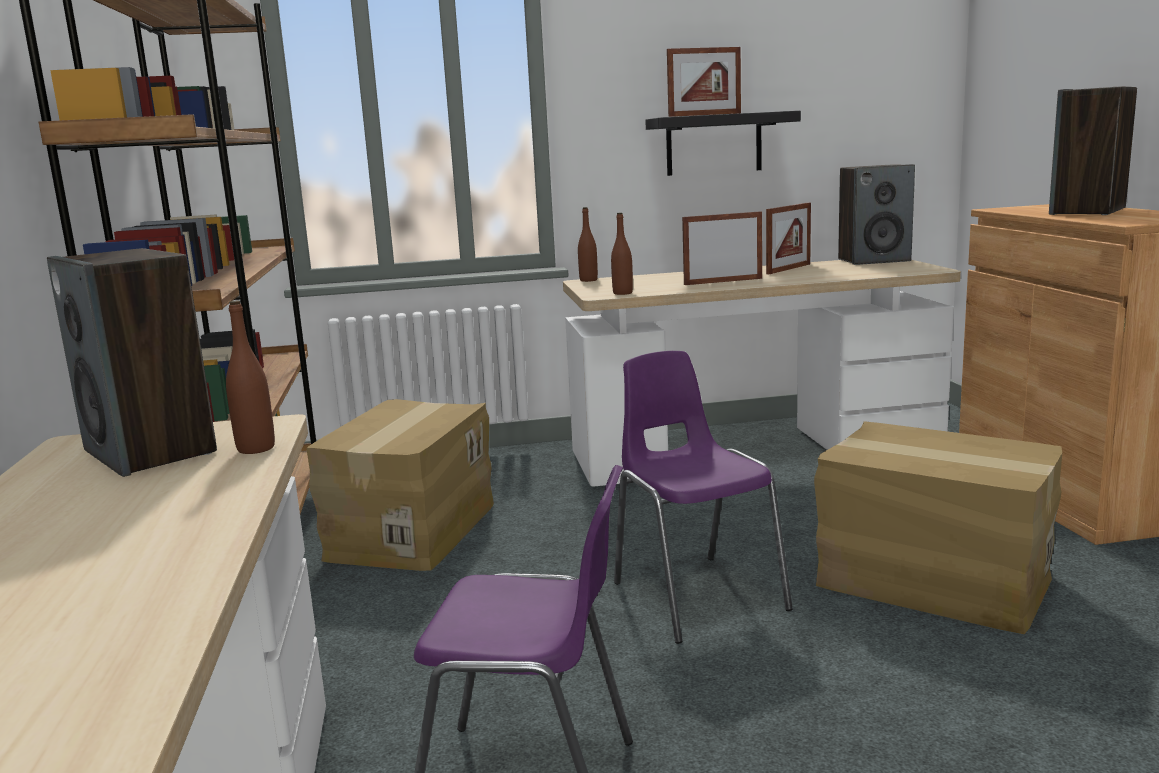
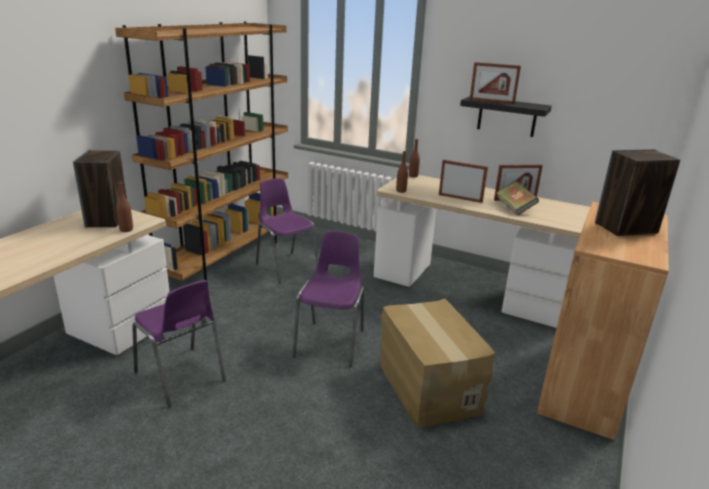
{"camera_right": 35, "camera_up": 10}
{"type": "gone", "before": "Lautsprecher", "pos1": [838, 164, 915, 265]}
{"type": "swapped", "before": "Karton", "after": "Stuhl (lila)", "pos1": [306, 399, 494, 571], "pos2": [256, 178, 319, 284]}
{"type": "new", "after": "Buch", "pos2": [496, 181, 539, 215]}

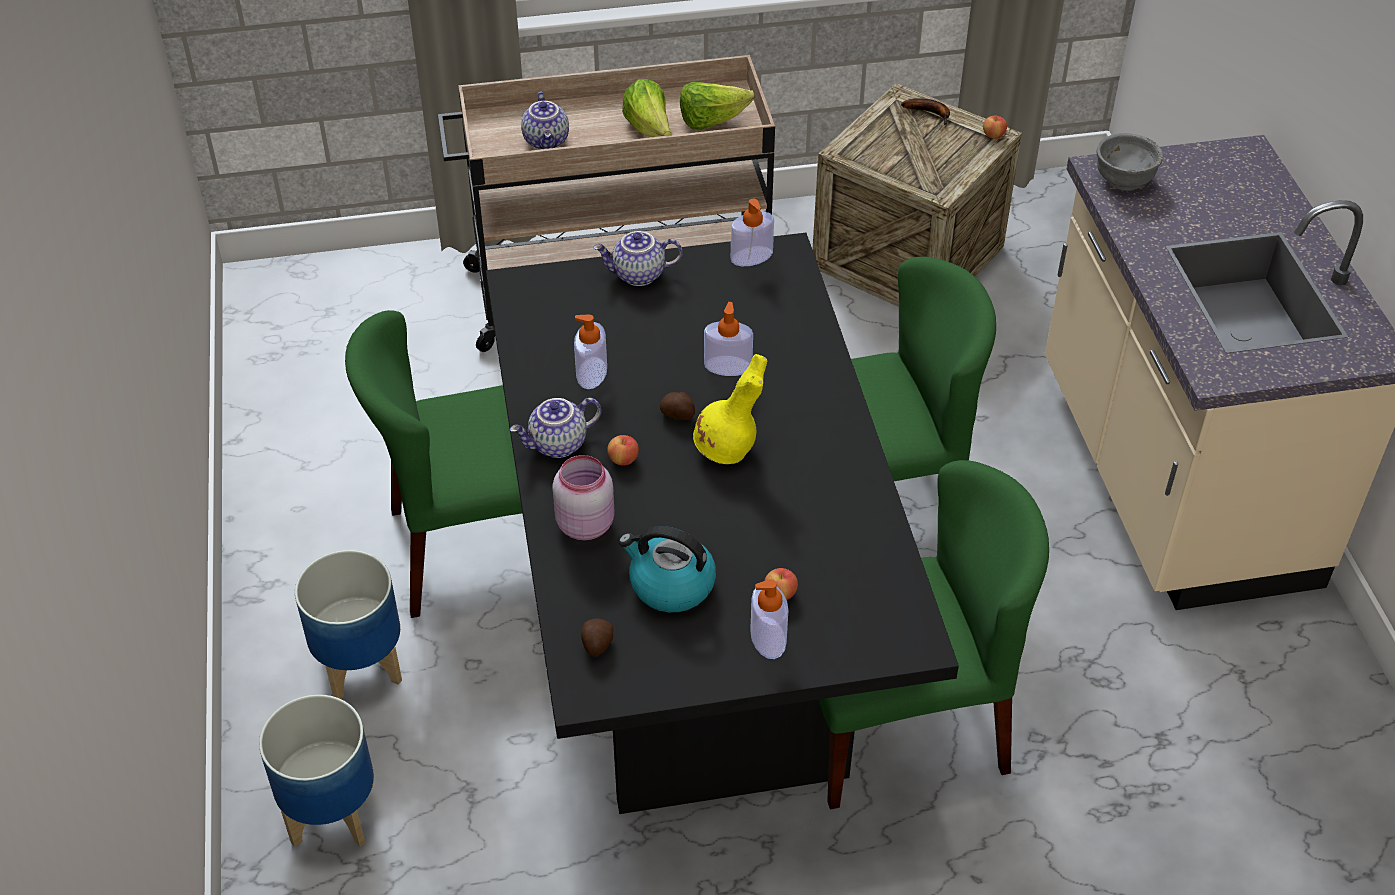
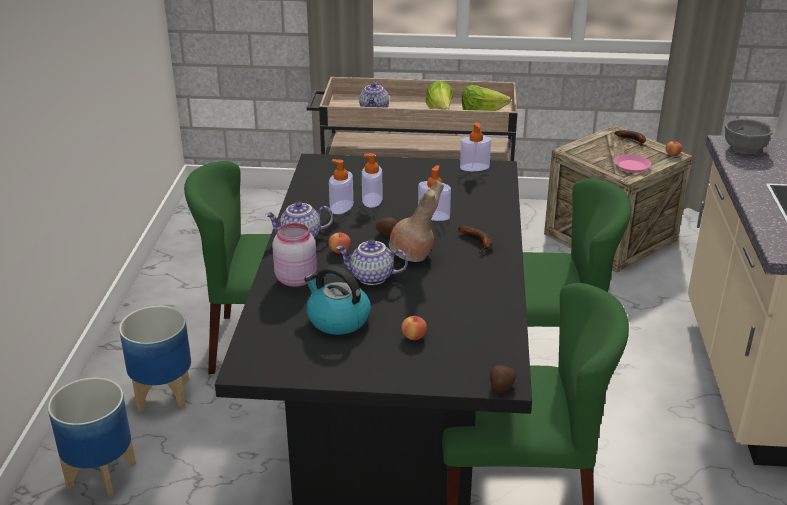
{"camera_right": 15, "camera_up": -15}
{"type": "shifted", "before": "Teekanne", "pos1": [593, 231, 683, 286], "pos2": [336, 240, 408, 285]}
{"type": "repainted", "before": "Vase (gelb)", "after": "Vase (braun)", "pos1": [693, 354, 767, 464], "pos2": [389, 180, 444, 262]}
{"type": "shifted", "before": "Seifenspender", "pos1": [750, 579, 788, 659], "pos2": [362, 153, 382, 208]}
{"type": "shifted", "before": "Kartoffel", "pos1": [581, 618, 613, 657], "pos2": [490, 365, 516, 393]}
{"type": "new", "after": "Teller (rosa)", "pos2": [614, 154, 651, 173]}
{"type": "new", "after": "Banane", "pos2": [458, 226, 493, 254]}

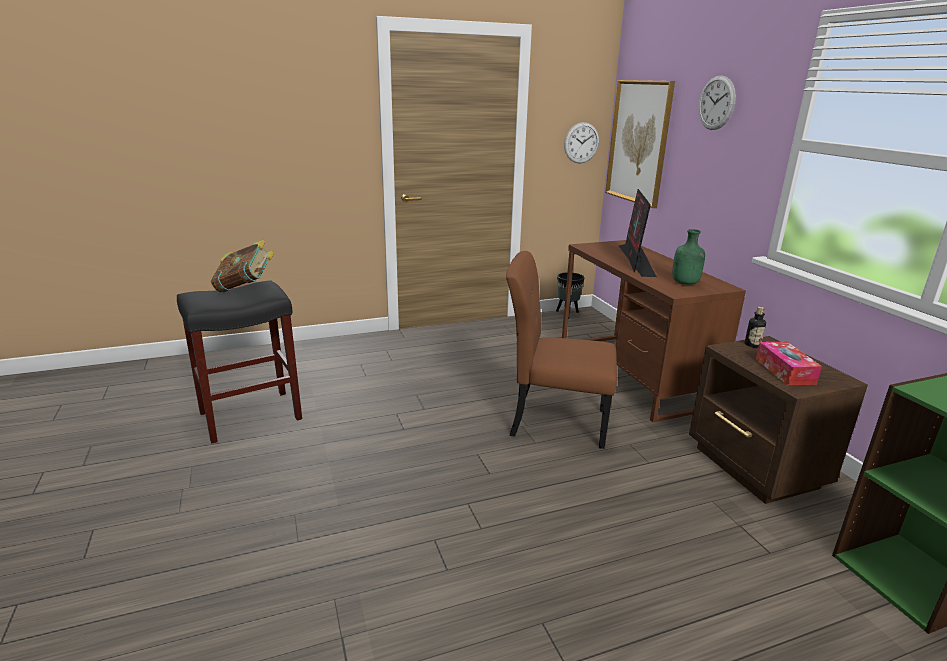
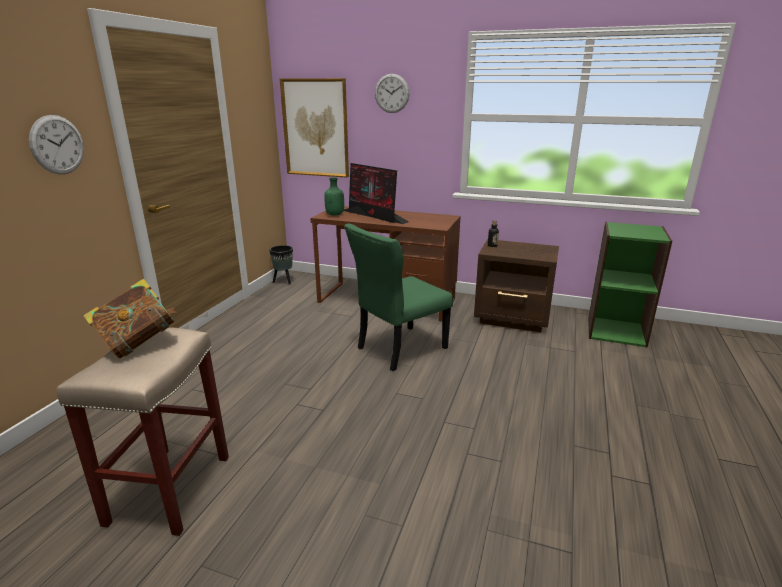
{"camera_right": -50, "camera_up": 0}
{"type": "shifted", "before": "Wanduhr", "pos1": [564, 122, 599, 163], "pos2": [29, 115, 84, 174]}
{"type": "shifted", "before": "Flasche (grün)", "pos1": [672, 229, 705, 285], "pos2": [324, 178, 344, 215]}
{"type": "repainted", "before": "Stuhl (braun)", "after": "Stuhl (grün)", "pos1": [506, 251, 617, 449], "pos2": [344, 223, 453, 371]}
{"type": "repainted", "before": "Hocker (schwarz)", "after": "Hocker (beige)", "pos1": [177, 280, 302, 443], "pos2": [57, 327, 229, 536]}
{"type": "gone", "before": "Taschentuchbox", "pos1": [756, 342, 822, 385]}

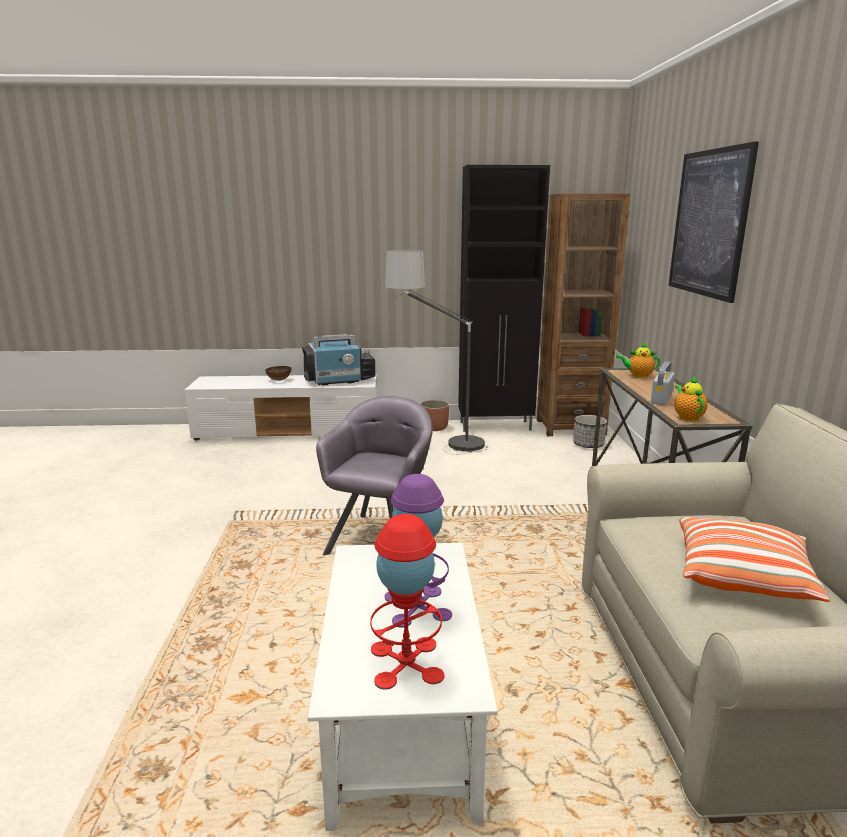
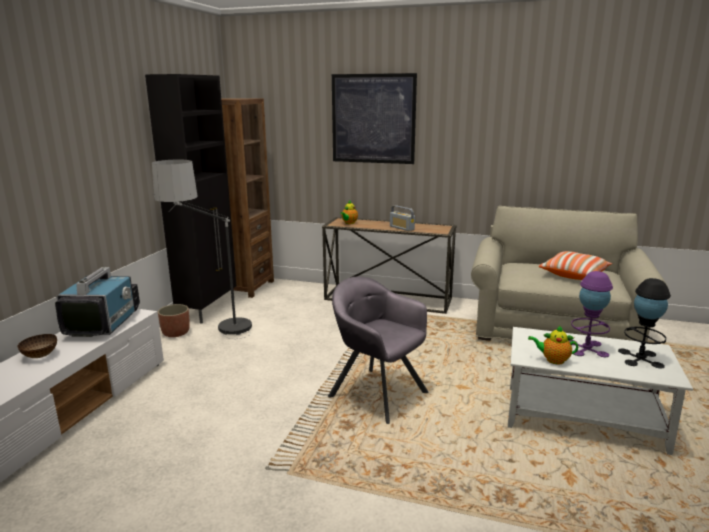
{"camera_right": -70, "camera_up": 0}
{"type": "shifted", "before": "Teekanne", "pos1": [674, 376, 708, 421], "pos2": [528, 325, 578, 364]}
{"type": "gone", "before": "Pflanzkübel", "pos1": [573, 415, 607, 448]}
{"type": "repainted", "before": "Tischlampe (rot)", "after": "Tischlampe (schwarz)", "pos1": [370, 514, 444, 690], "pos2": [618, 278, 671, 369]}

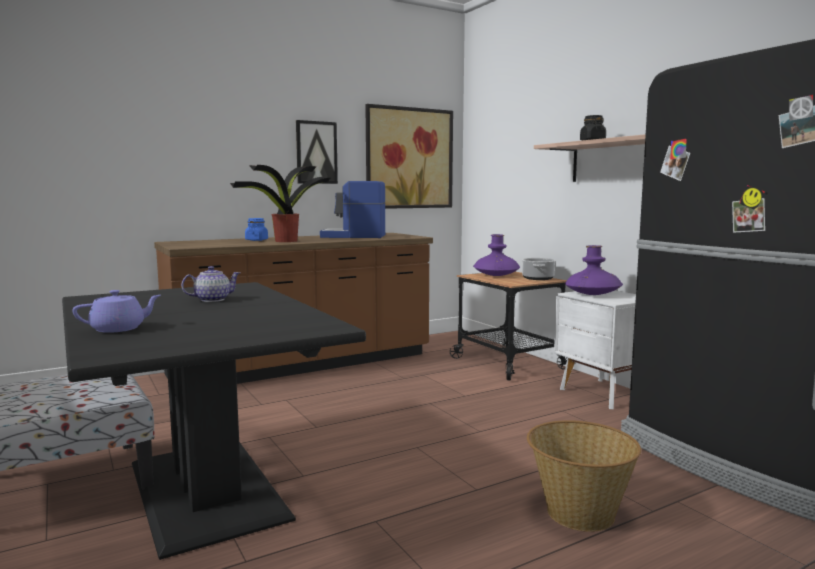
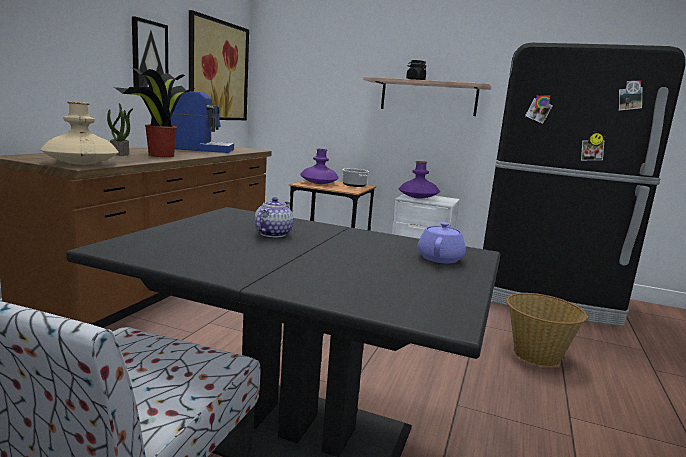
{"camera_right": -40, "camera_up": 5}
{"type": "rotated", "before": "Kaffeemaschine", "pos1": [320, 181, 386, 238], "pos2": [171, 91, 234, 153], "turn": -150}
{"type": "swapped", "before": "Vorratsglas (blau)", "after": "Topfpflanze", "pos1": [245, 218, 268, 241], "pos2": [107, 103, 134, 156]}
{"type": "shifted", "before": "Teekanne (lila)", "pos1": [72, 290, 161, 333], "pos2": [417, 222, 466, 263]}
{"type": "new", "after": "Vase (beige)", "pos2": [40, 101, 119, 165]}

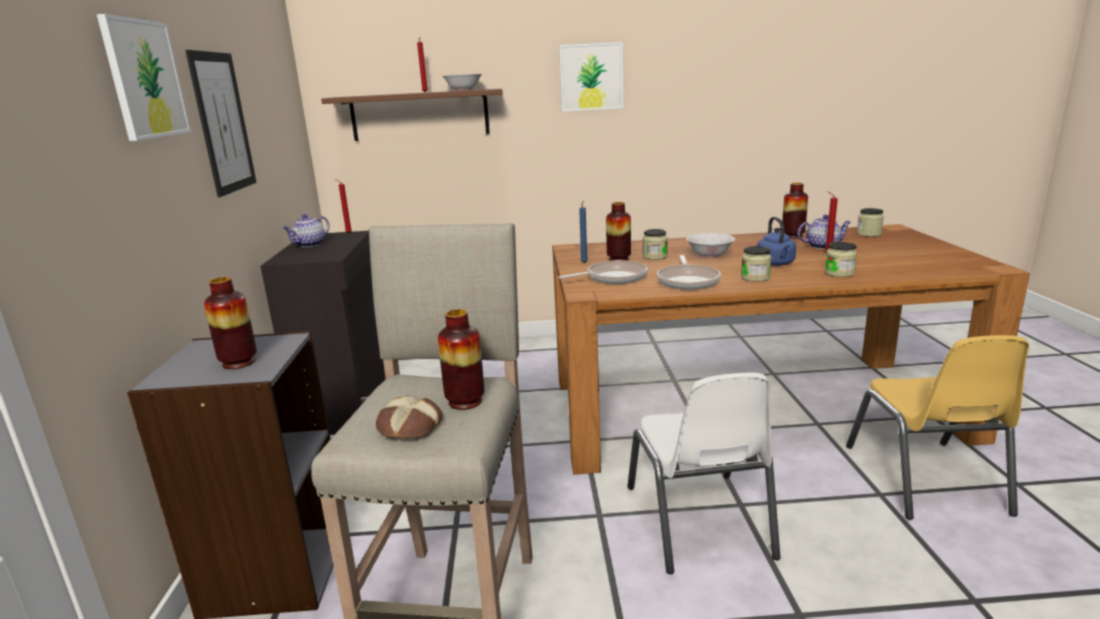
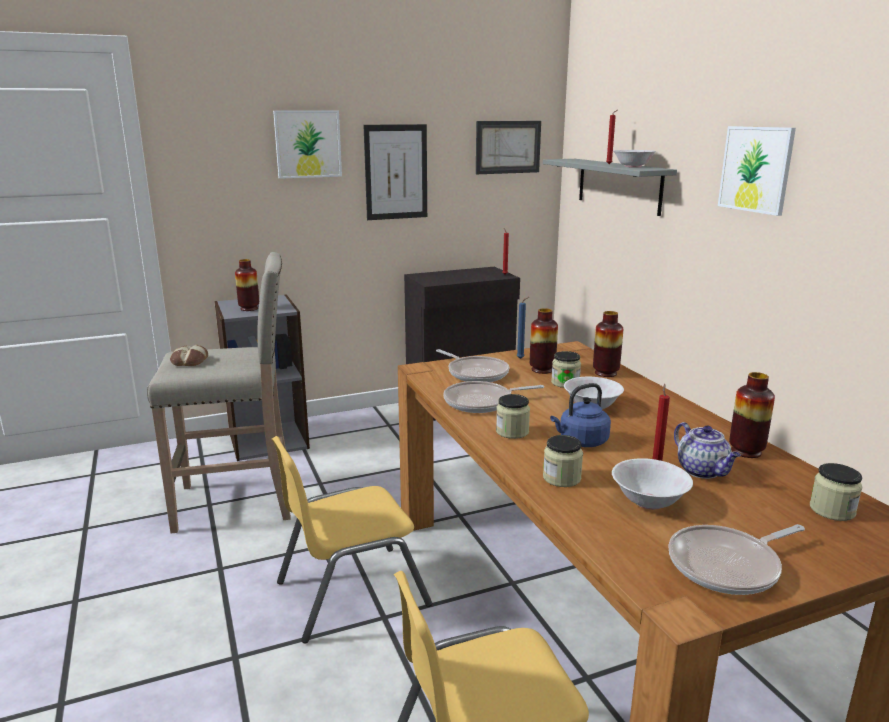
{"camera_right": 70, "camera_up": 0}
{"type": "repainted", "before": "Wandregal (braun)", "after": "Wandregal (grau)", "pos1": [321, 89, 503, 141], "pos2": [543, 159, 677, 216]}
{"type": "gone", "before": "Teekanne", "pos1": [283, 214, 330, 247]}
{"type": "shifted", "before": "Vase", "pos1": [438, 309, 484, 410], "pos2": [593, 311, 623, 377]}
{"type": "repainted", "before": "Stuhl (weiß)", "after": "Stuhl (gelb)", "pos1": [627, 372, 781, 574], "pos2": [272, 436, 432, 644]}
{"type": "new", "after": "Bild", "pos2": [476, 121, 541, 174]}
{"type": "new", "after": "Schüssel (weiß)", "pos2": [612, 458, 693, 510]}
{"type": "new", "after": "Pfanne", "pos2": [668, 524, 805, 595]}

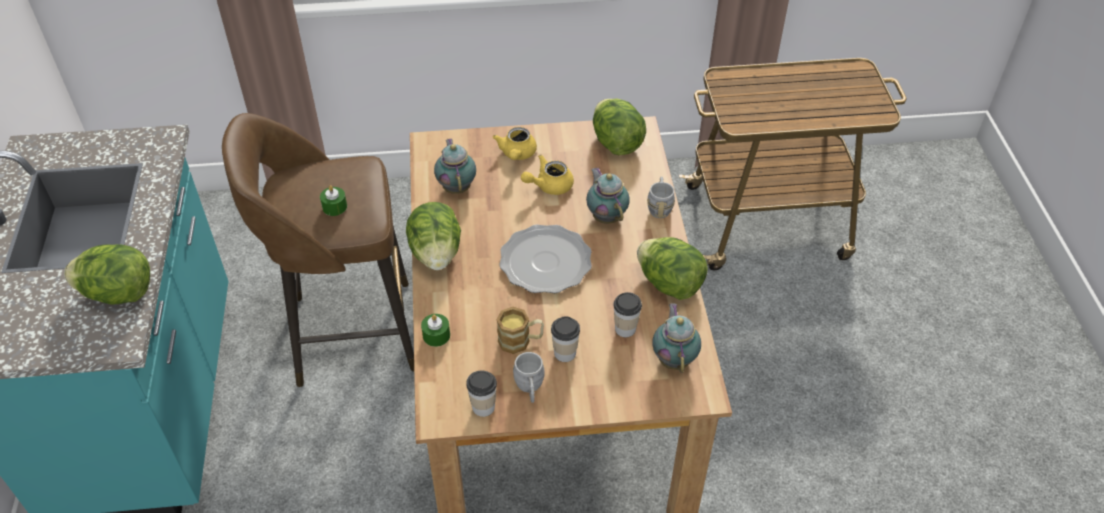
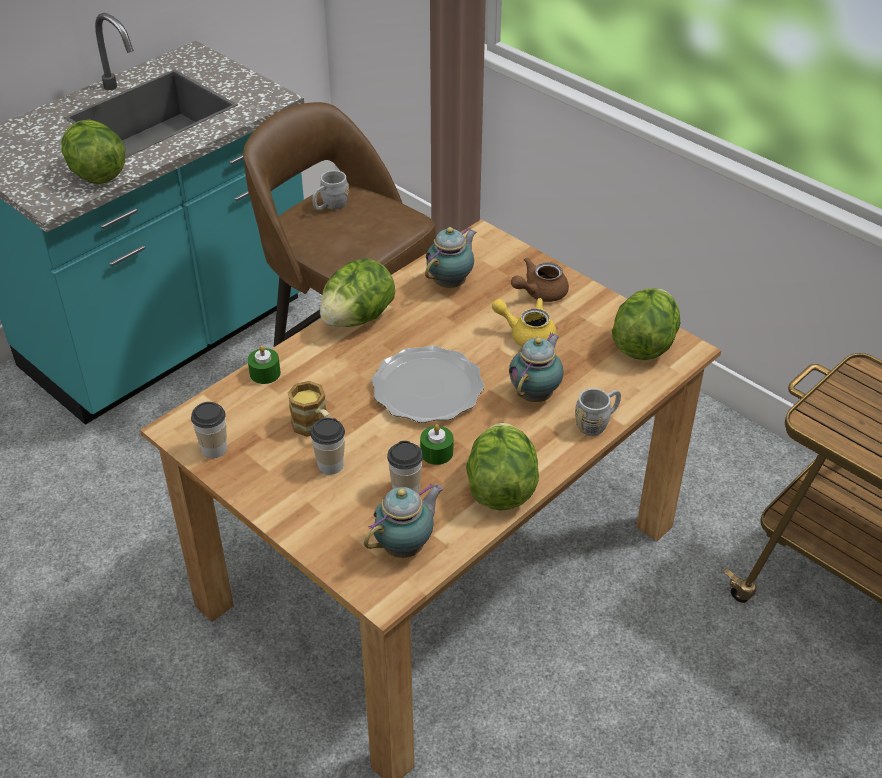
{"camera_right": 50, "camera_up": -5}
{"type": "repainted", "before": "Teekanne (gelb)", "after": "Teekanne (braun)", "pos1": [493, 127, 537, 160], "pos2": [511, 257, 569, 302]}
{"type": "shifted", "before": "Kerze (grün)", "pos1": [320, 185, 347, 216], "pos2": [420, 424, 453, 465]}
{"type": "shifted", "before": "Henkelbecher (grau)", "pos1": [513, 352, 544, 403], "pos2": [312, 170, 349, 210]}

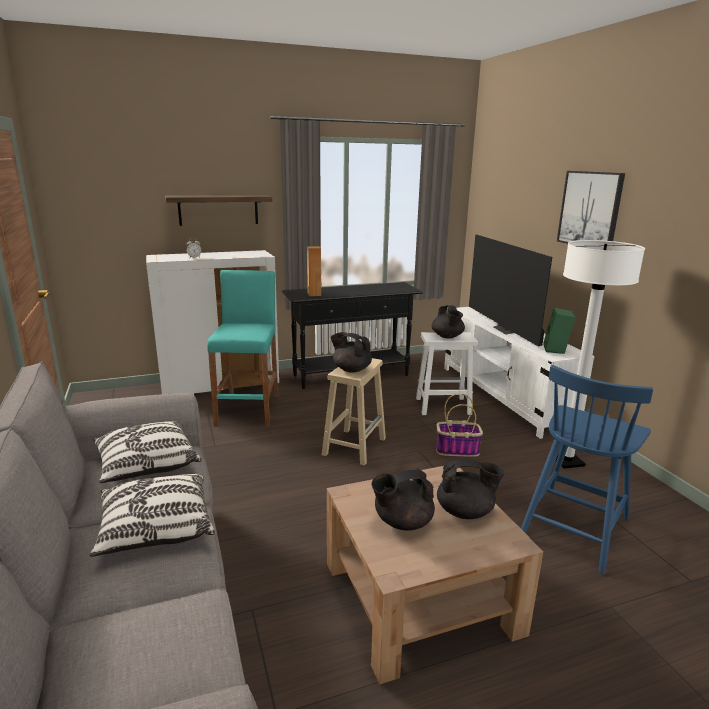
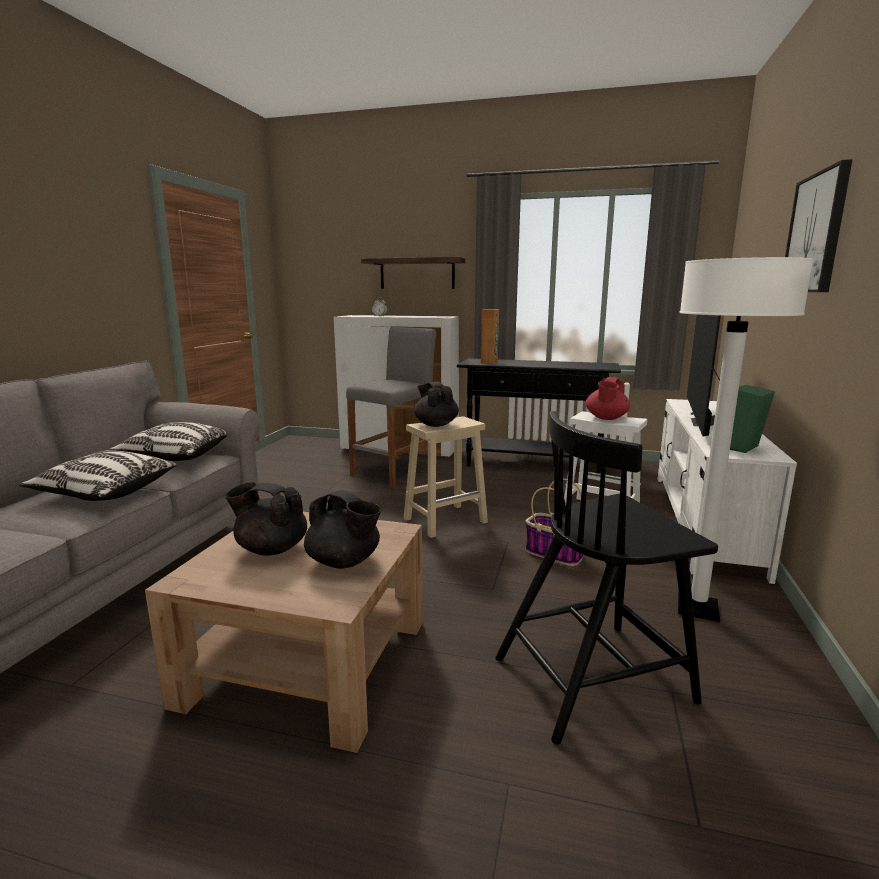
{"camera_right": 35, "camera_up": -5}
{"type": "repainted", "before": "Hocker (türkis)", "after": "Hocker (grau)", "pos1": [207, 270, 279, 427], "pos2": [346, 327, 436, 487]}
{"type": "repainted", "before": "Teekanne (schwarz)", "after": "Teekanne (rot)", "pos1": [432, 305, 465, 339], "pos2": [585, 377, 630, 420]}
{"type": "repainted", "before": "Stuhl (blau)", "after": "Stuhl (schwarz)", "pos1": [521, 365, 653, 574], "pos2": [495, 411, 718, 744]}

